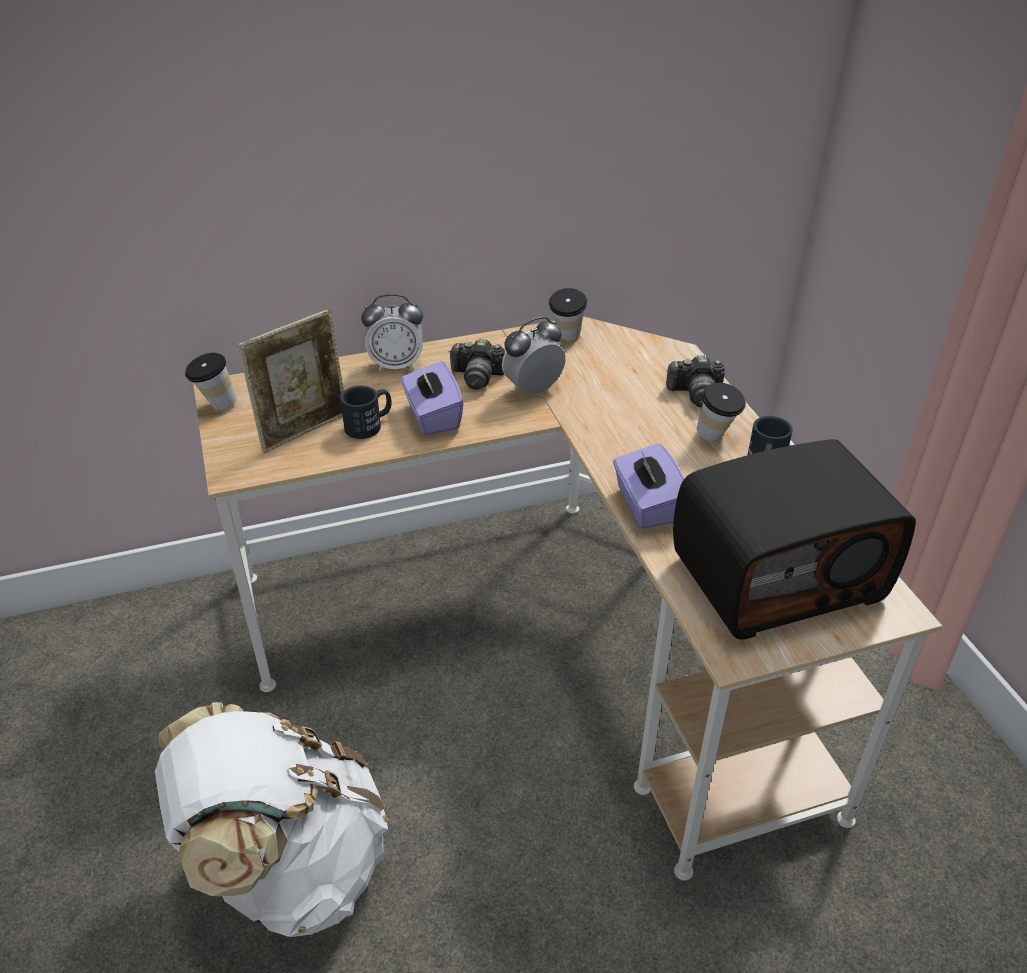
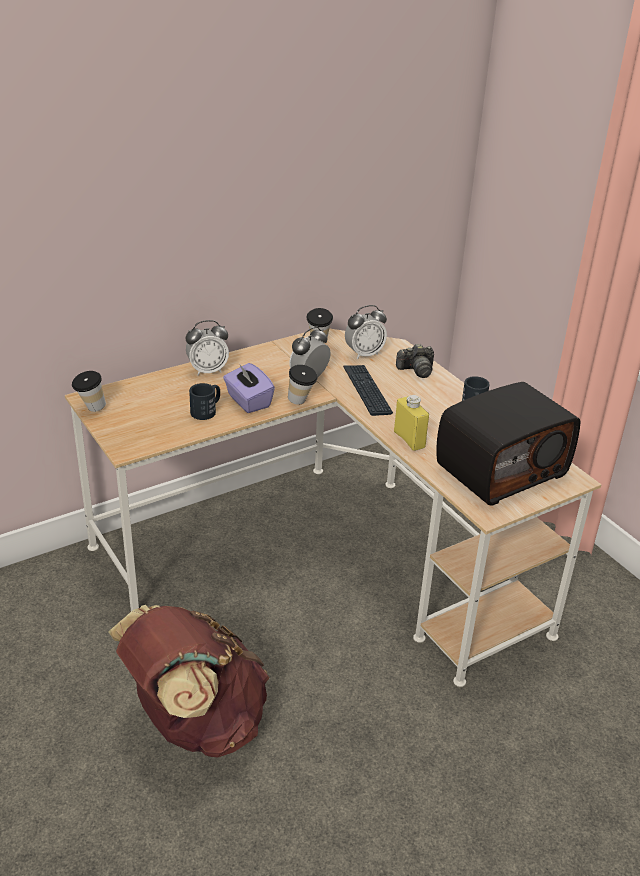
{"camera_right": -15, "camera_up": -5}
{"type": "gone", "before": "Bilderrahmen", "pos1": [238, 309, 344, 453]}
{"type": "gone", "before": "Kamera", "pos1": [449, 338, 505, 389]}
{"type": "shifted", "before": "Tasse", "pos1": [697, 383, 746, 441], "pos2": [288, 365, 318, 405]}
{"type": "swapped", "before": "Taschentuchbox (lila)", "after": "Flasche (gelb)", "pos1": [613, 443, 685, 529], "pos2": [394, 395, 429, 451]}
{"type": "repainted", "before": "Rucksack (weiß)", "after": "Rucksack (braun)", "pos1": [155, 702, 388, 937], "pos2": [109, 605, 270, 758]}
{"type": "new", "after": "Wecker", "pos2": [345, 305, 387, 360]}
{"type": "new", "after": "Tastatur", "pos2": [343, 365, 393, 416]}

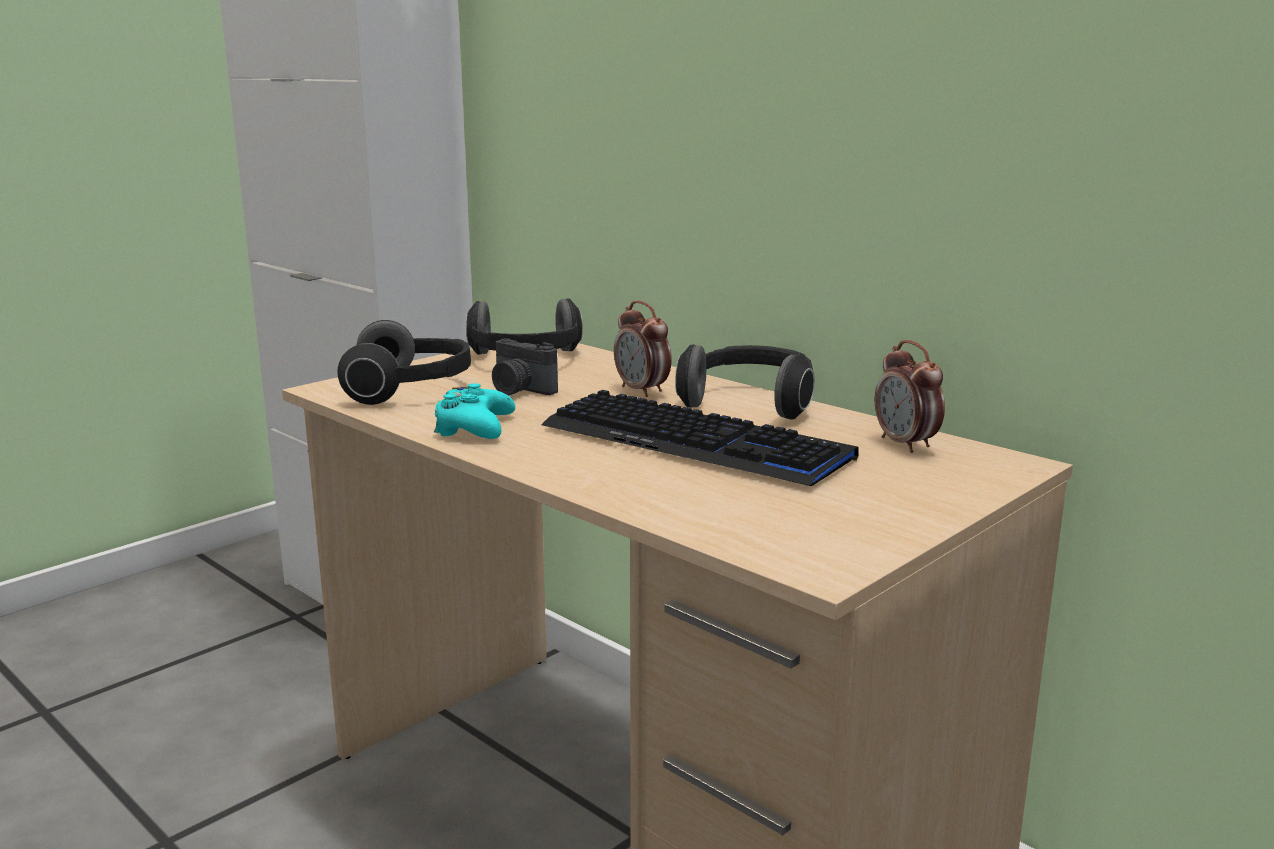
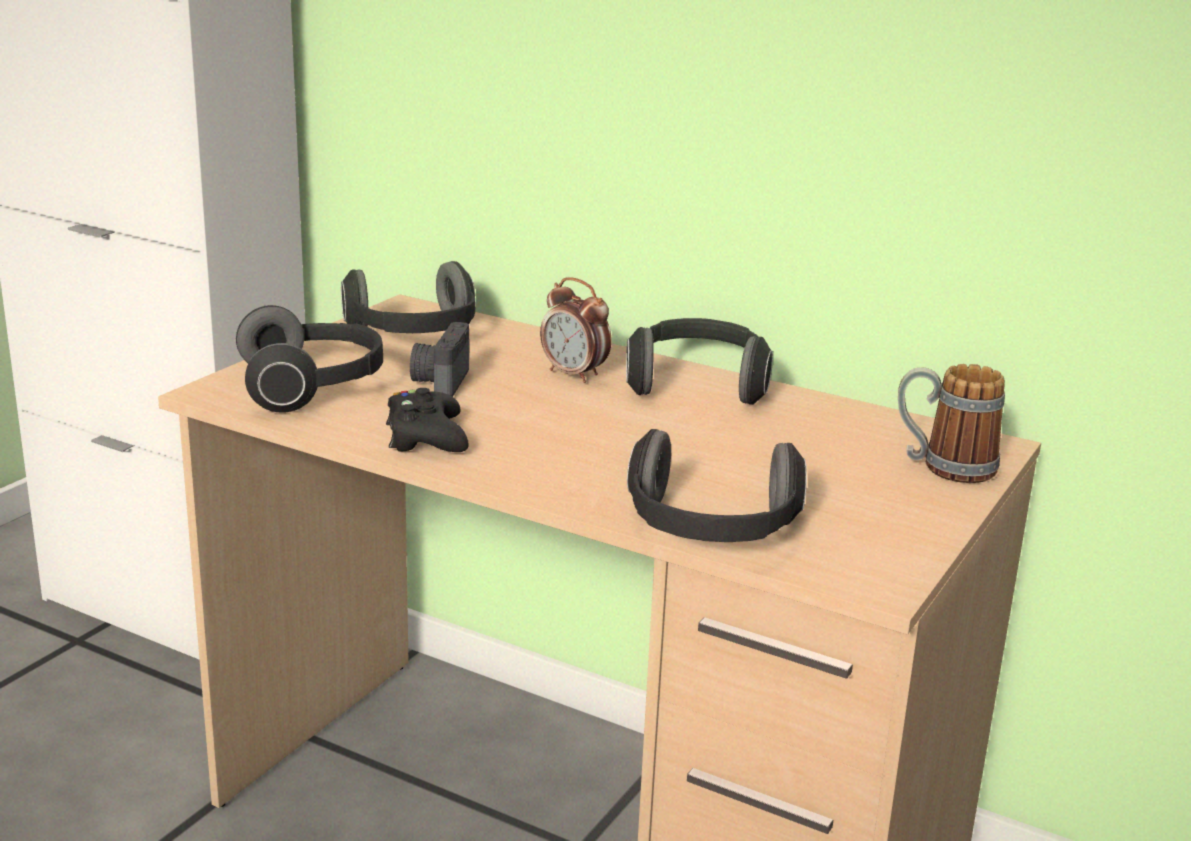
{"camera_right": -15, "camera_up": 5}
{"type": "rotated", "before": "Kamera", "pos1": [492, 338, 558, 396], "pos2": [410, 322, 469, 397], "turn": 75}
{"type": "gone", "before": "Wecker", "pos1": [875, 340, 945, 453]}
{"type": "repainted", "before": "Gamepad (türkis)", "after": "Gamepad (schwarz)", "pos1": [434, 383, 515, 439], "pos2": [386, 388, 469, 452]}
{"type": "gone", "before": "Tastatur", "pos1": [541, 390, 859, 486]}
{"type": "new", "after": "Henkelbecher", "pos2": [898, 364, 1005, 483]}
{"type": "new", "after": "Kopfhörer", "pos2": [627, 429, 807, 542]}

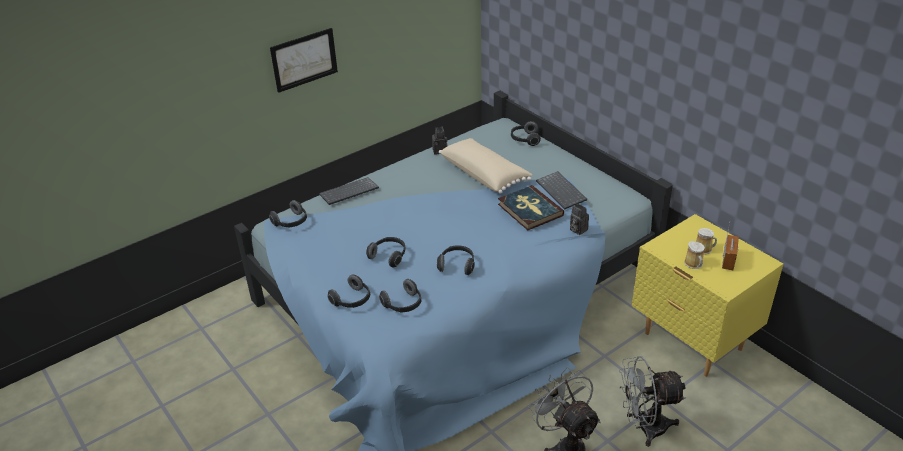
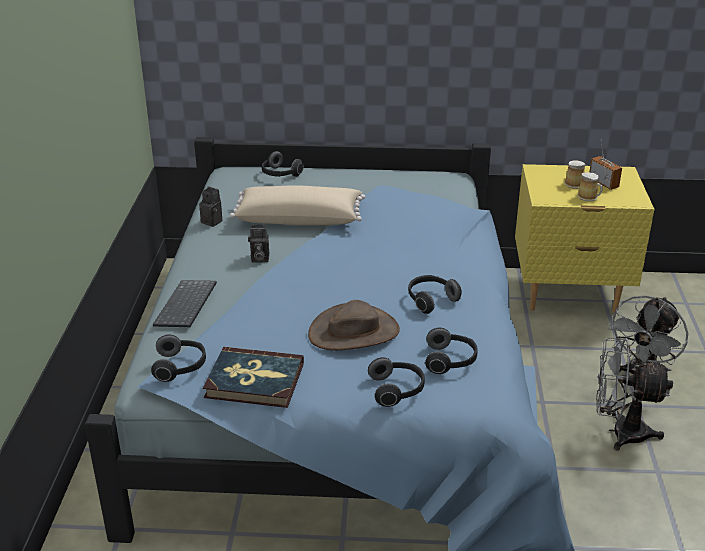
{"camera_right": -50, "camera_up": -5}
{"type": "gone", "before": "Bild", "pos1": [270, 28, 338, 93]}
{"type": "gone", "before": "Tastatur", "pos1": [536, 171, 587, 210]}
{"type": "shifted", "before": "Buch", "pos1": [498, 185, 564, 230], "pos2": [203, 347, 304, 408]}
{"type": "shifted", "before": "Kamera", "pos1": [570, 204, 589, 235], "pos2": [248, 225, 269, 263]}
{"type": "swapped", "before": "Kopfhörer", "after": "Hut (braun)", "pos1": [366, 237, 405, 268], "pos2": [308, 300, 400, 350]}

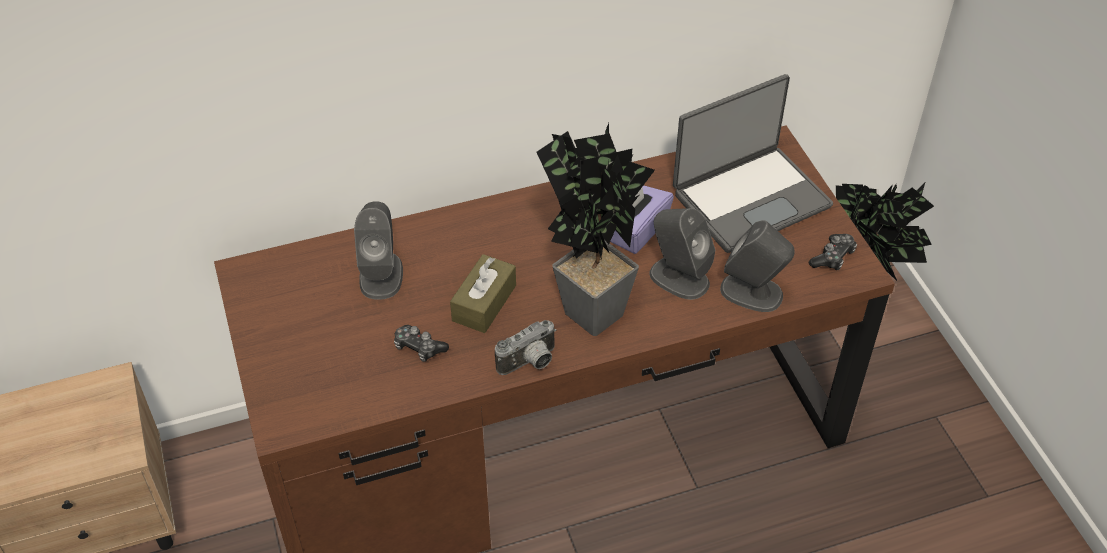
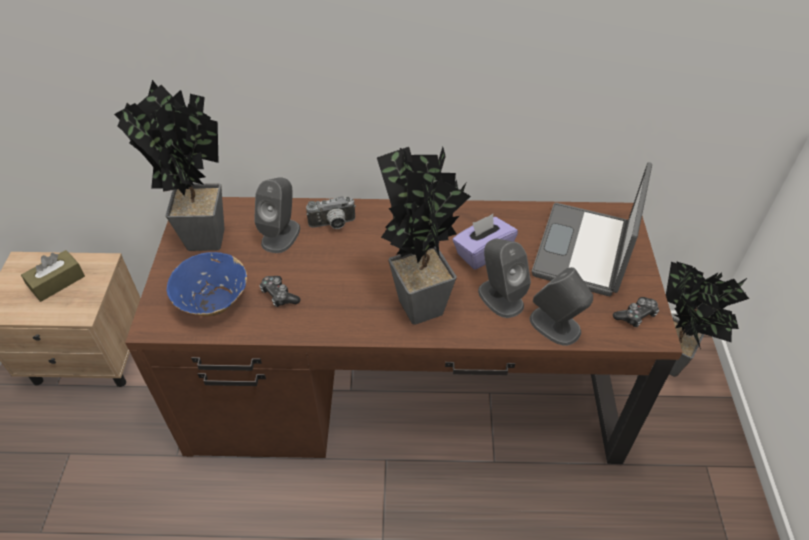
{"camera_right": 20, "camera_up": 0}
{"type": "rotated", "before": "Laptop", "pos1": [673, 74, 833, 253], "pos2": [532, 162, 652, 296], "turn": 120}
{"type": "shifted", "before": "Taschentuchbox (braun)", "pos1": [450, 254, 516, 333], "pos2": [21, 250, 85, 302]}
{"type": "shifted", "before": "Kamera", "pos1": [495, 320, 556, 375], "pos2": [306, 196, 356, 229]}
{"type": "new", "after": "Topfpflanze", "pos2": [114, 80, 224, 251]}
{"type": "new", "after": "Schüssel (blau)", "pos2": [167, 252, 247, 316]}

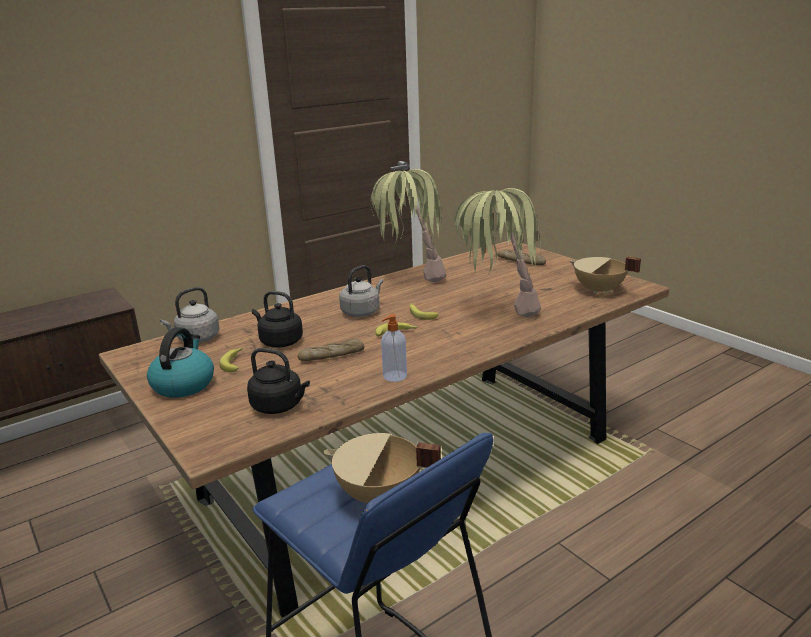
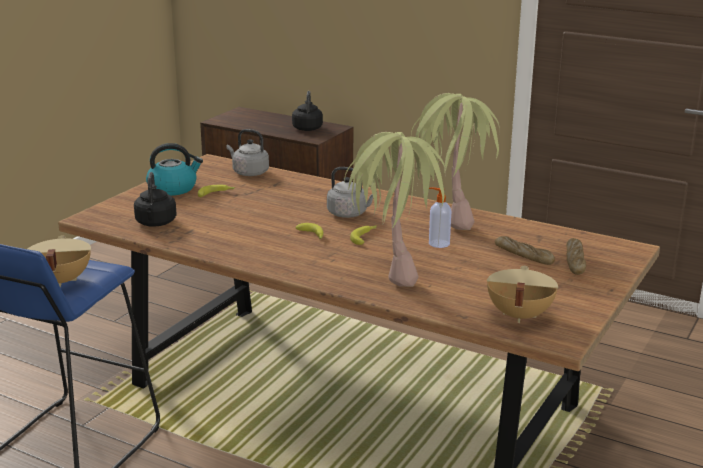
{"camera_right": 65, "camera_up": 0}
{"type": "shifted", "before": "Wasserkessel (schwarz)", "pos1": [252, 291, 303, 348], "pos2": [292, 91, 323, 131]}
{"type": "shifted", "before": "Seifenspender", "pos1": [381, 314, 407, 382], "pos2": [429, 187, 451, 248]}
{"type": "shifted", "before": "Brot", "pos1": [298, 338, 364, 361], "pos2": [495, 236, 555, 265]}

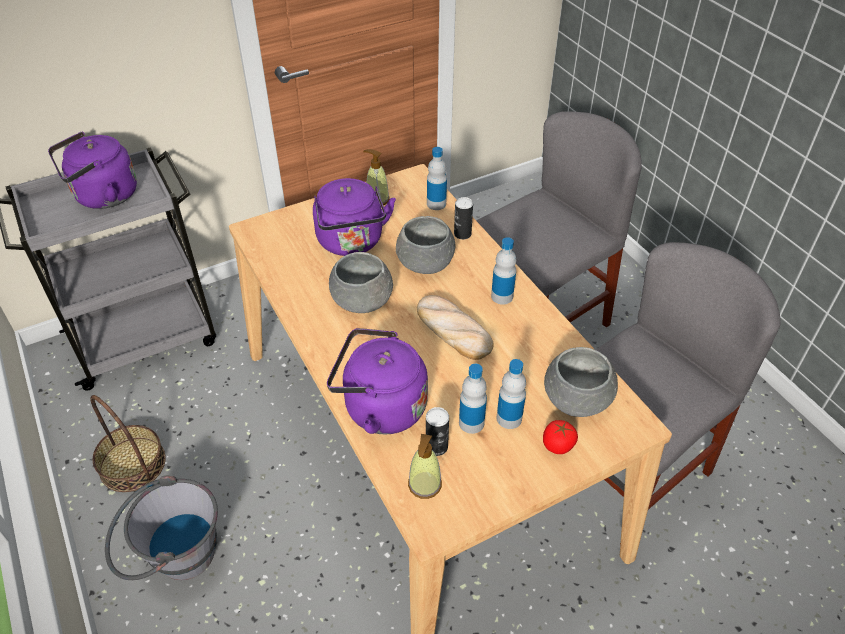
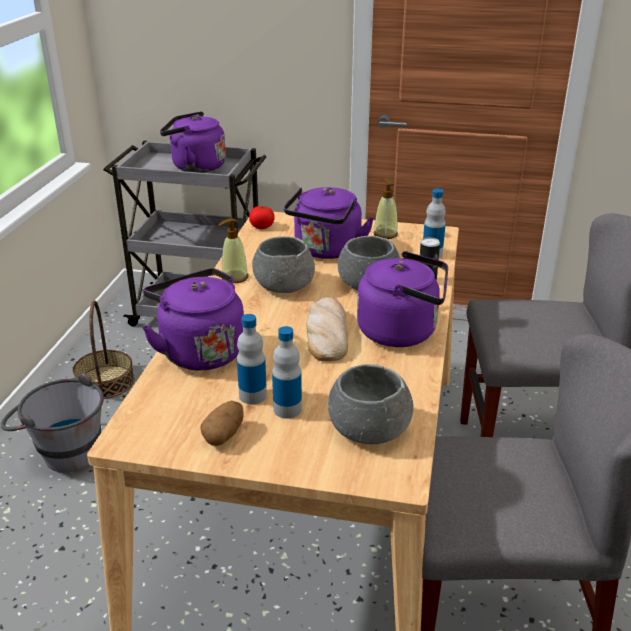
{"camera_right": 40, "camera_up": -15}
{"type": "swapped", "before": "Flasche", "after": "Wasserkessel (lila)", "pos1": [491, 237, 516, 305], "pos2": [357, 251, 448, 347]}
{"type": "gone", "before": "Dose", "pos1": [426, 407, 449, 456]}
{"type": "shifted", "before": "Tomate", "pos1": [543, 420, 578, 454], "pos2": [249, 206, 275, 229]}
{"type": "shifted", "before": "Seifenspender", "pos1": [408, 434, 442, 499], "pos2": [218, 218, 248, 283]}
{"type": "new", "after": "Kartoffel", "pos2": [200, 400, 244, 446]}

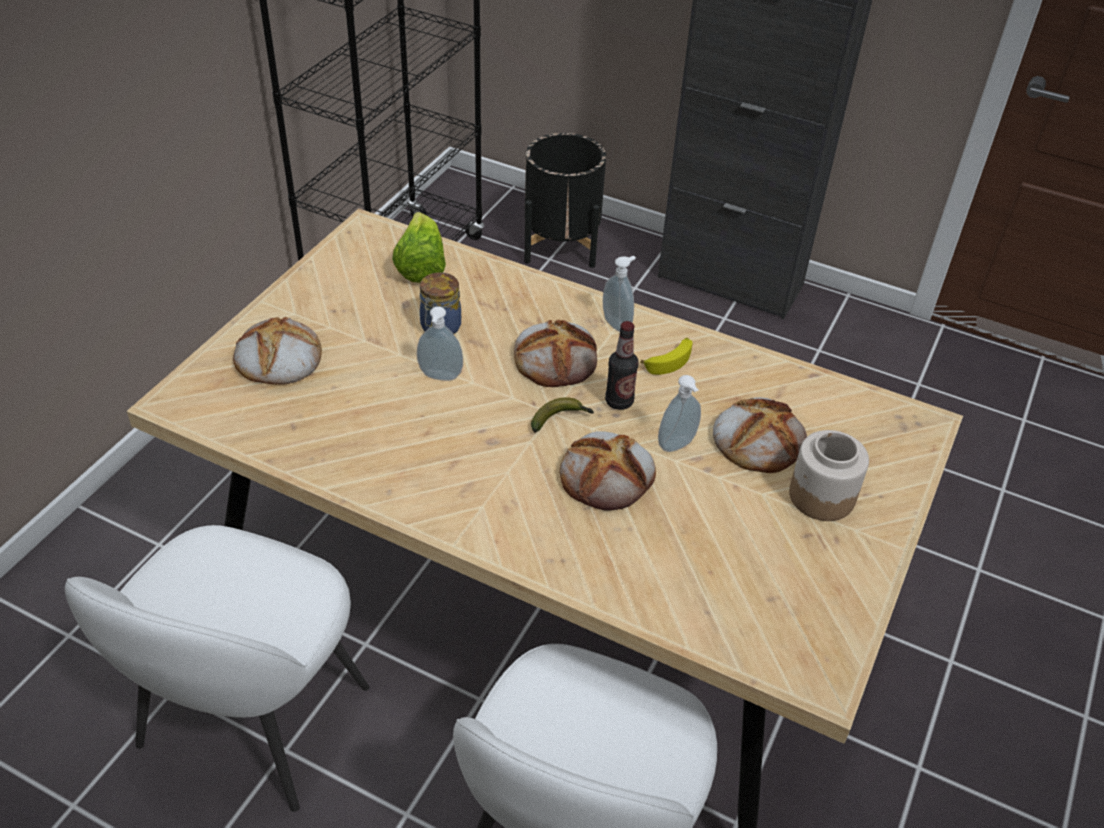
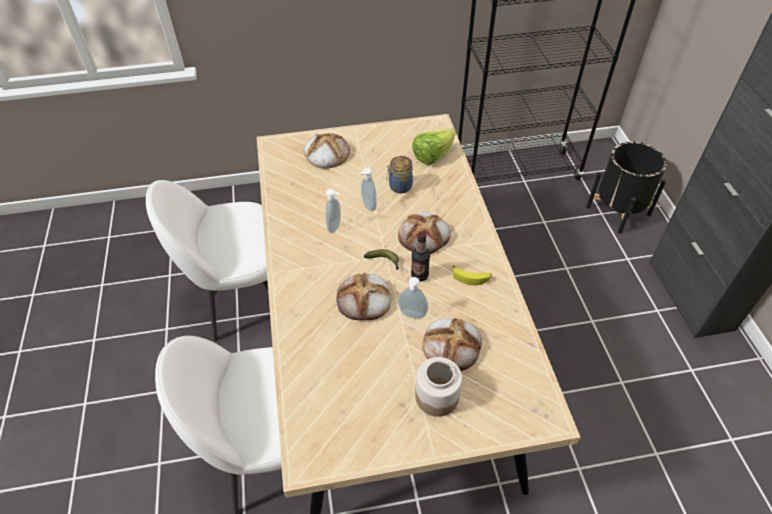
{"camera_right": 55, "camera_up": 5}
{"type": "shifted", "before": "Seifenspender", "pos1": [603, 256, 636, 332], "pos2": [325, 189, 341, 233]}

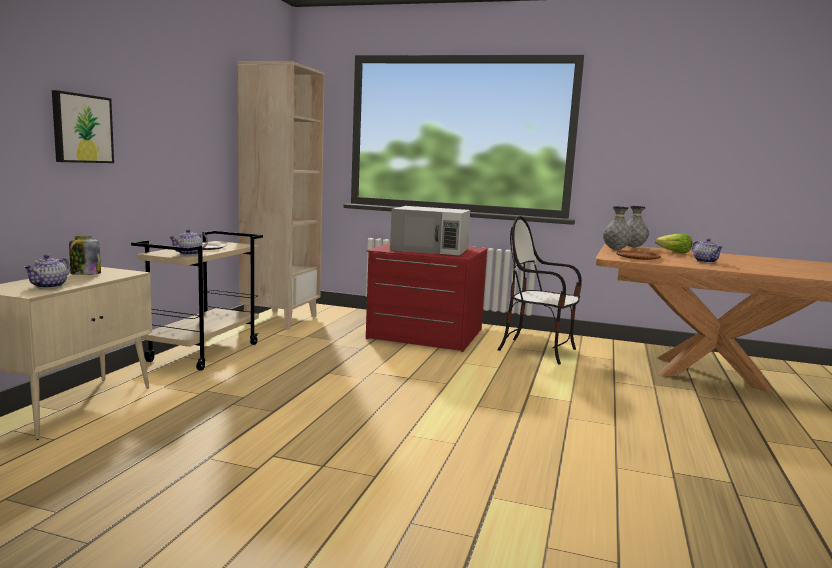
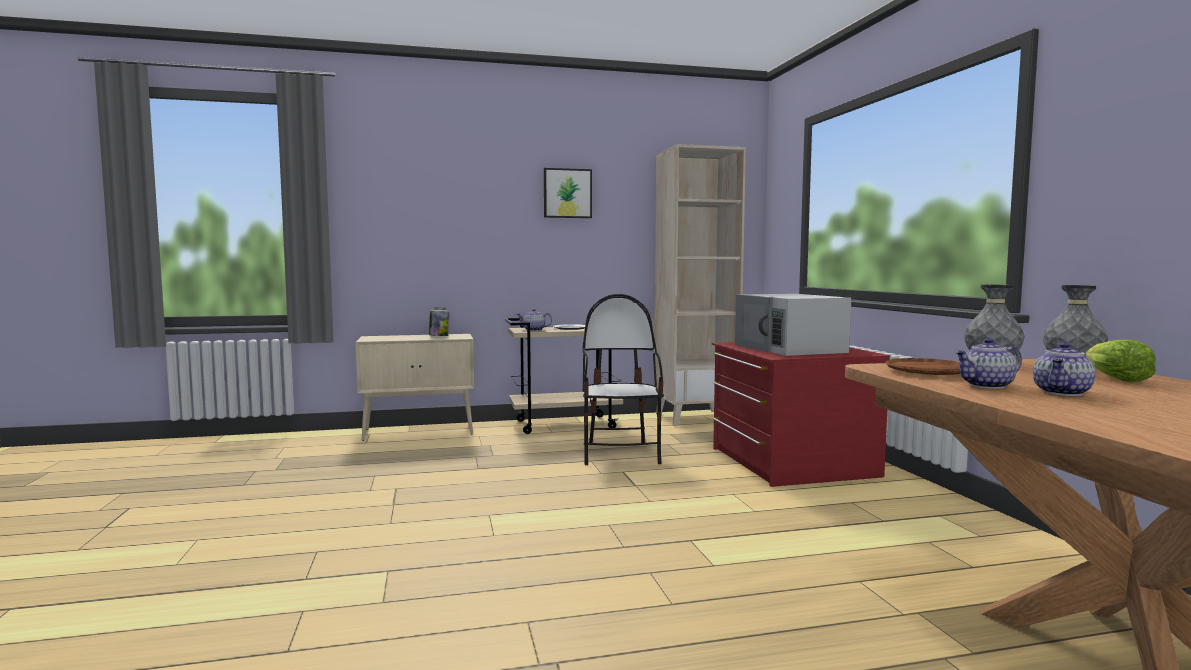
{"camera_right": 60, "camera_up": -5}
{"type": "shifted", "before": "Bild", "pos1": [52, 90, 114, 163], "pos2": [544, 168, 592, 218]}
{"type": "shifted", "before": "Stuhl", "pos1": [497, 216, 582, 365], "pos2": [582, 294, 664, 465]}
{"type": "shifted", "before": "Teekanne", "pos1": [23, 254, 70, 289], "pos2": [955, 338, 1022, 389]}

